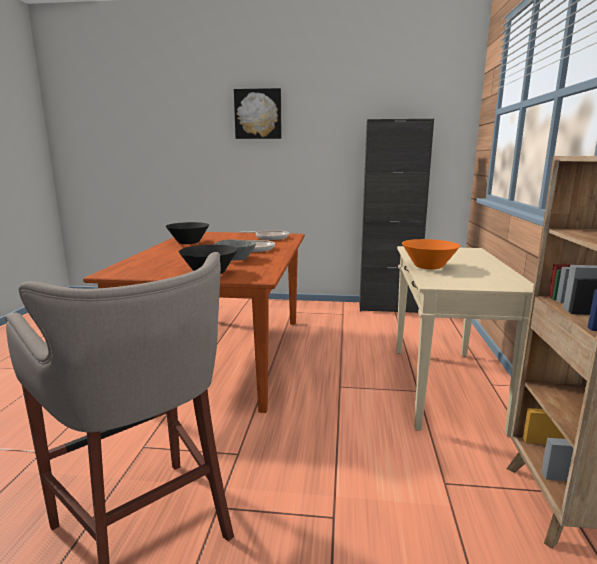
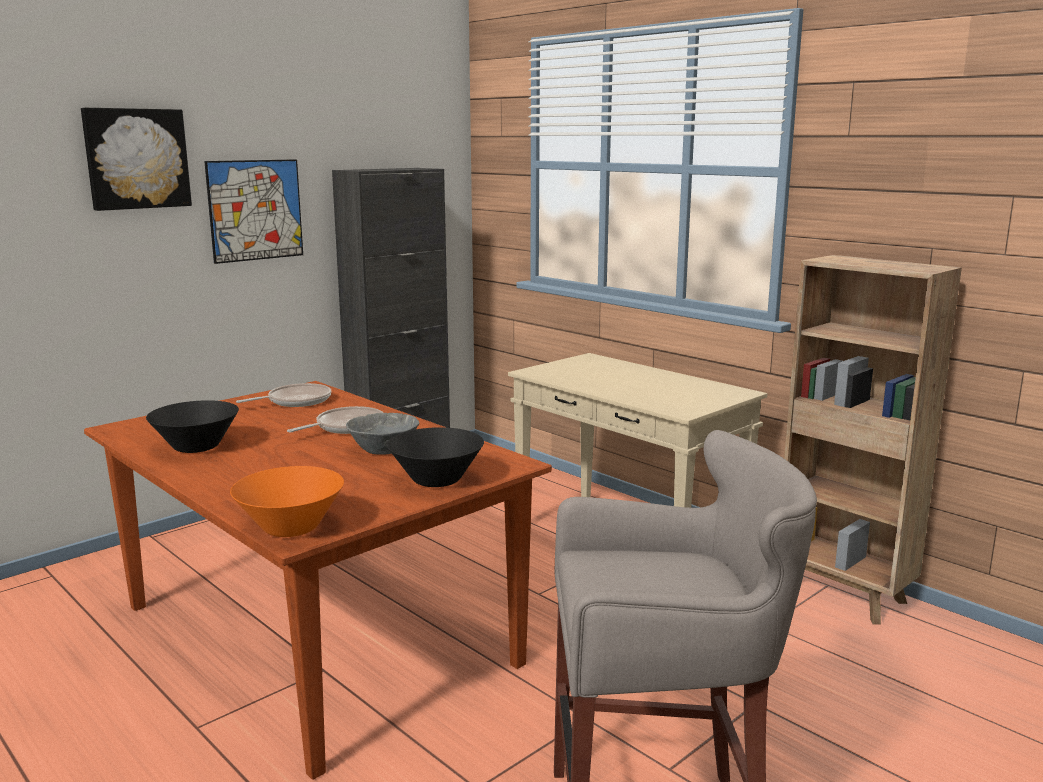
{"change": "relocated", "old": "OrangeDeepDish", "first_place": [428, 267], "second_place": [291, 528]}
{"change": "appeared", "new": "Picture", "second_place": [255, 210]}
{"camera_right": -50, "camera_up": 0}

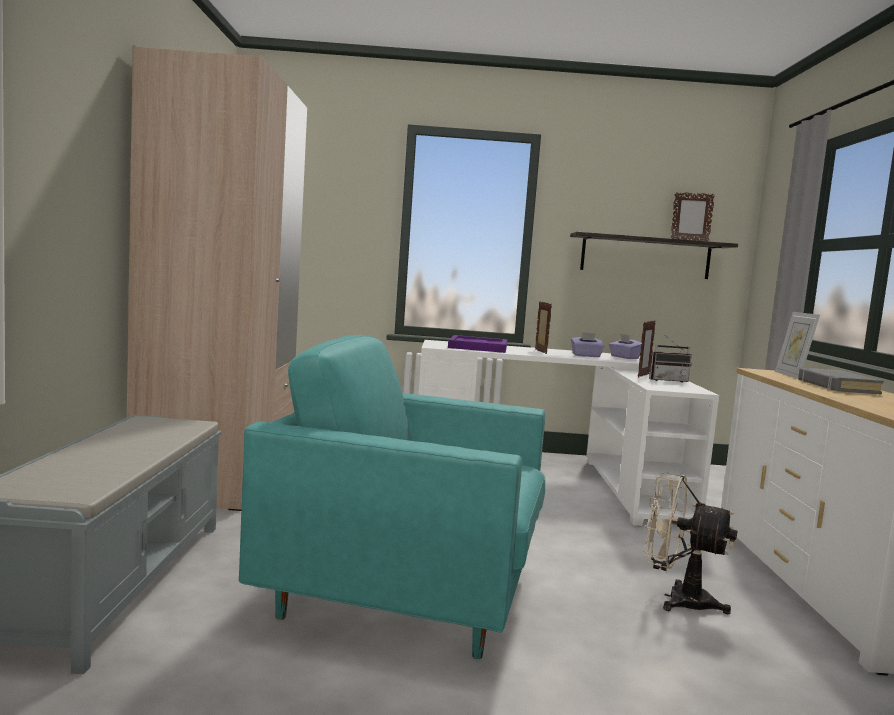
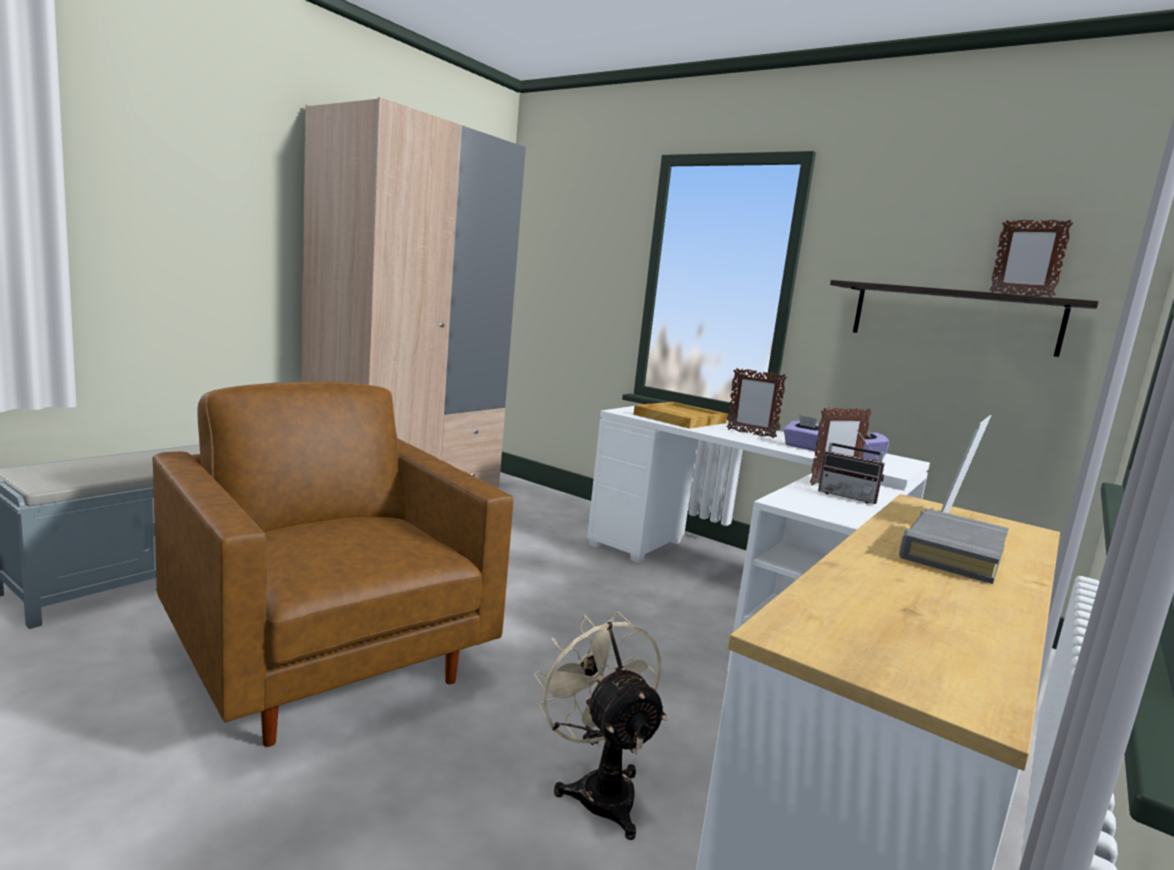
{"change": "colour", "old": "BlueGreenLoungeChair", "new": "BrownColouredLoungeChair", "first_place": [405, 597], "second_place": [329, 661]}
{"change": "colour", "old": "PurplishTray", "new": "BeigeTray", "first_place": [477, 347], "second_place": [679, 418]}
{"change": "spun", "old": "PhotoFrame", "first_place": [540, 352], "second_place": [750, 434], "degrees": 90}
{"camera_right": 35, "camera_up": 5}

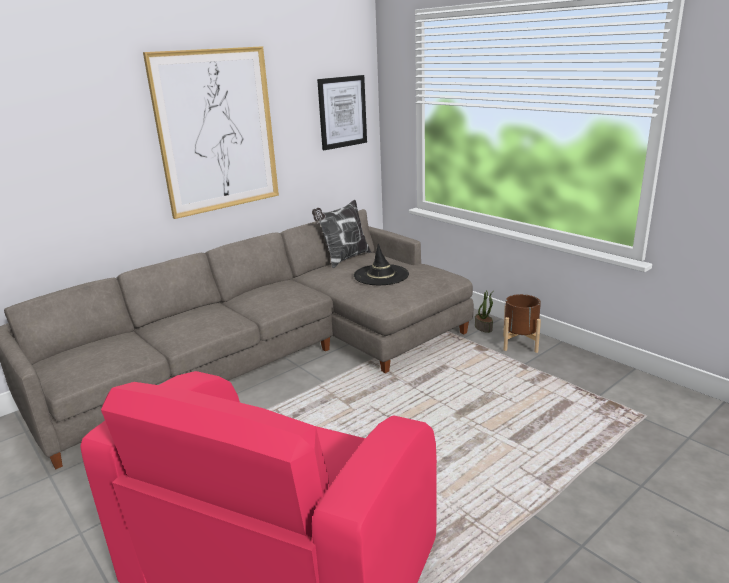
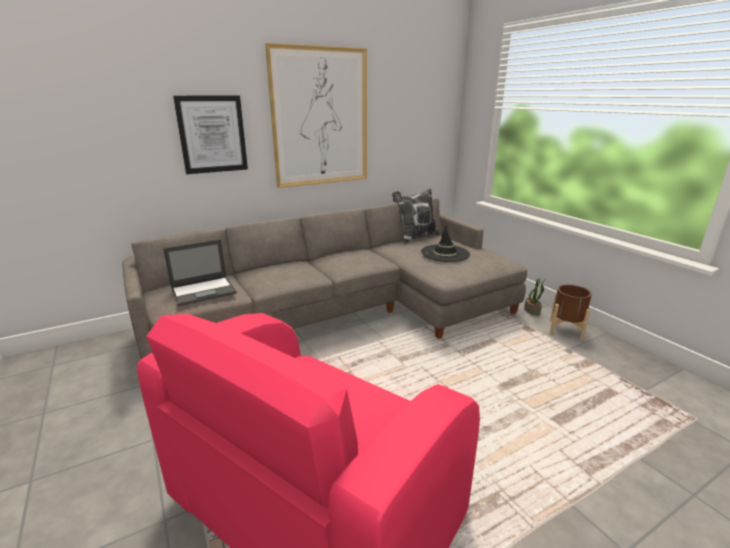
{"change": "relocated", "old": "Picture", "first_place": [342, 112], "second_place": [212, 134]}
{"change": "appeared", "new": "NotebookComputer", "second_place": [204, 291]}
{"camera_right": 10, "camera_up": 0}

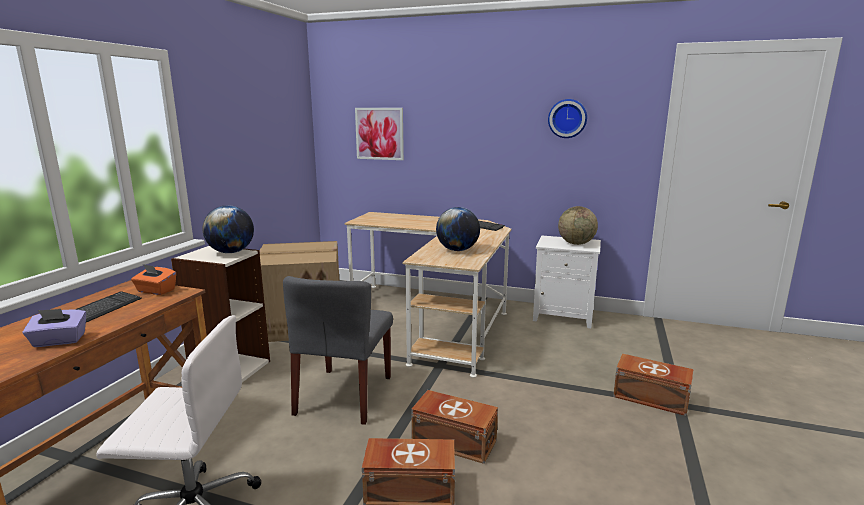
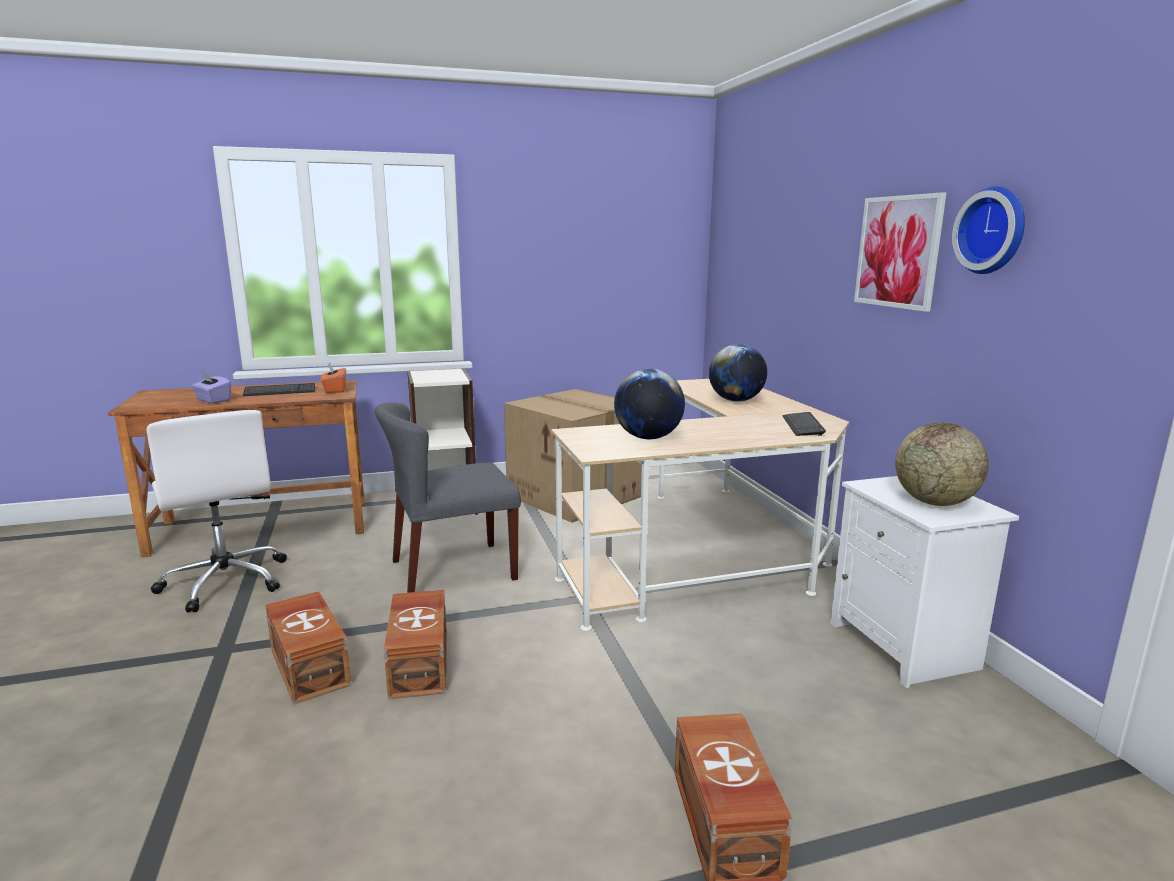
{"change": "relocated", "old": "WorldGlobe", "first_place": [231, 252], "second_place": [736, 400]}
{"change": "relocated", "old": "Picture", "first_place": [379, 133], "second_place": [898, 252]}
{"camera_right": 55, "camera_up": 0}

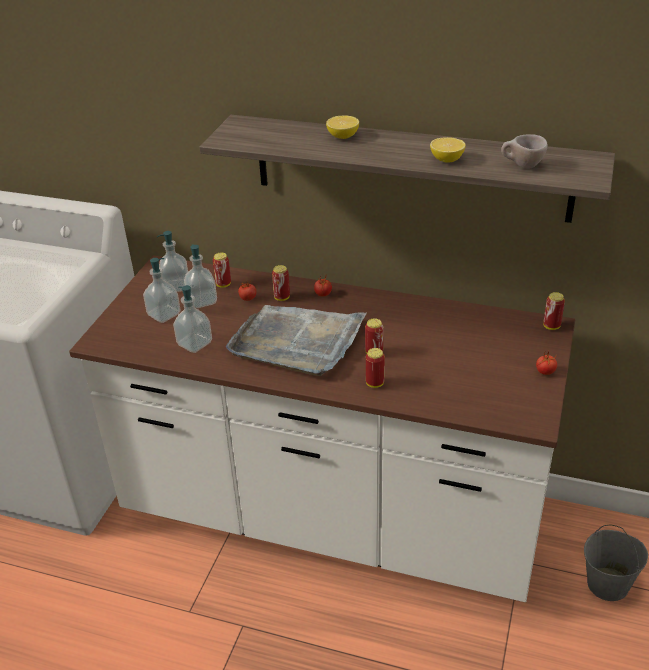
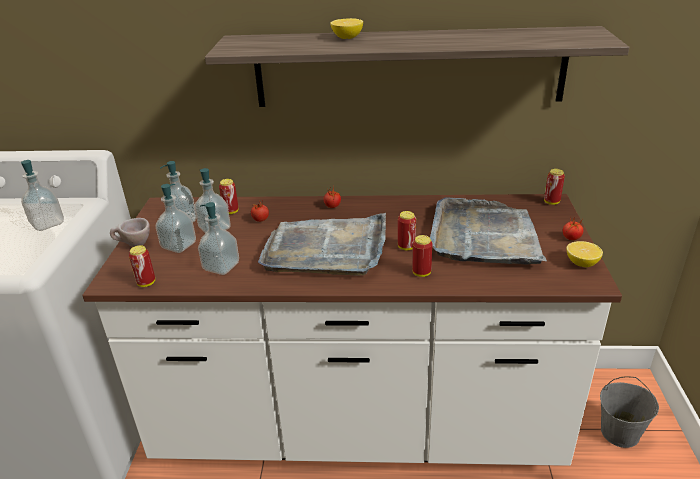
{"change": "relocated", "old": "Can", "first_place": [282, 298], "second_place": [146, 283]}
{"change": "relocated", "old": "CitrusFruit", "first_place": [446, 160], "second_place": [581, 263]}
{"change": "relocated", "old": "BeigeSmallCup", "first_place": [522, 166], "second_place": [133, 245]}
{"change": "appeared", "new": "SoapDispenser", "second_place": [47, 223]}
{"change": "appeared", "new": "GreyTray", "second_place": [484, 236]}
{"camera_right": -15, "camera_up": -5}

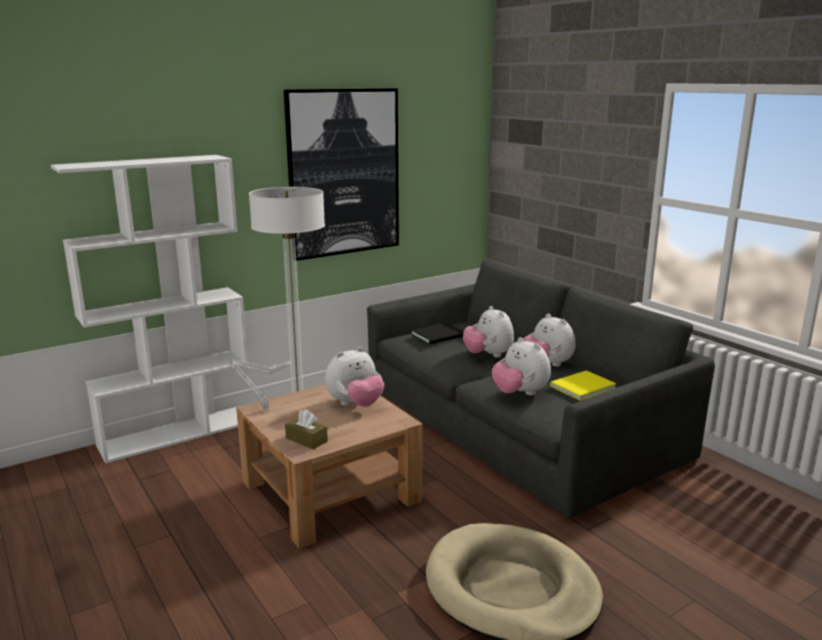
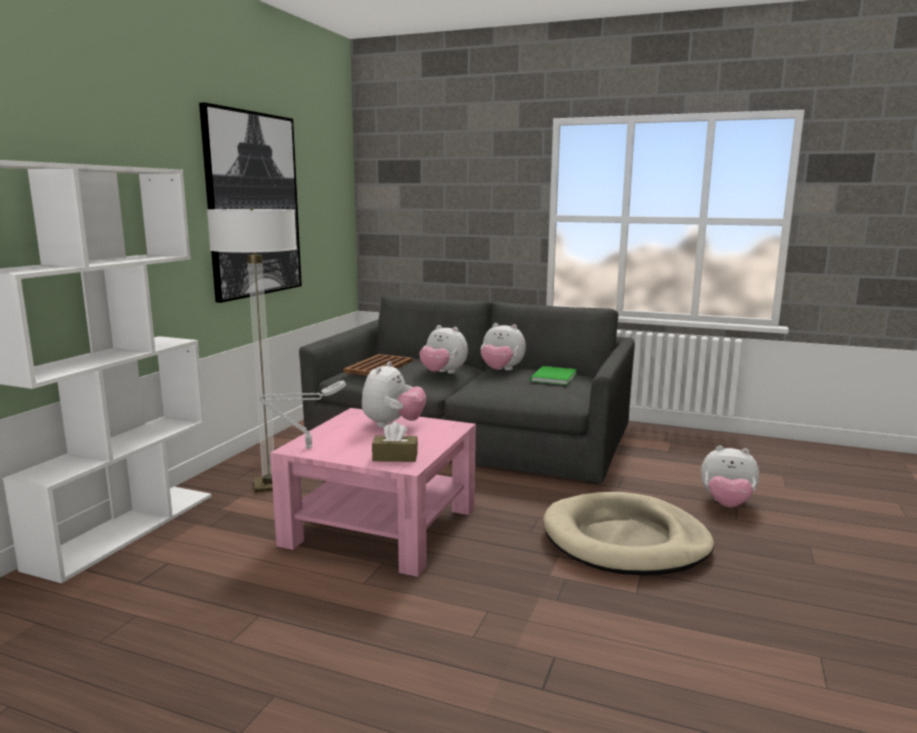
{"change": "colour", "old": "BrownColouredLoungeTable", "new": "PinkishLoungeTable", "first_place": [330, 491], "second_place": [381, 526]}
{"change": "exchanged", "old": "BlackishVolume", "new": "BrownColouredTray", "first_place": [440, 335], "second_place": [379, 366]}
{"change": "relocated", "old": "SoftToy", "first_place": [520, 393], "second_place": [726, 504]}
{"change": "colour", "old": "YellowColouredVolume", "new": "GreenVolume", "first_place": [580, 387], "second_place": [552, 377]}
{"camera_right": -35, "camera_up": -5}

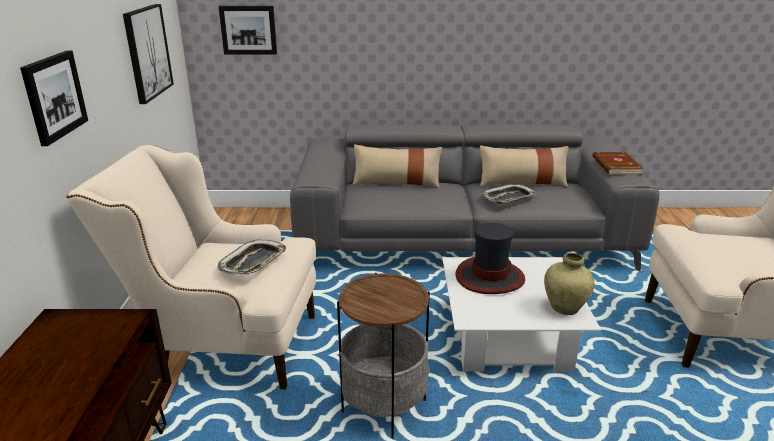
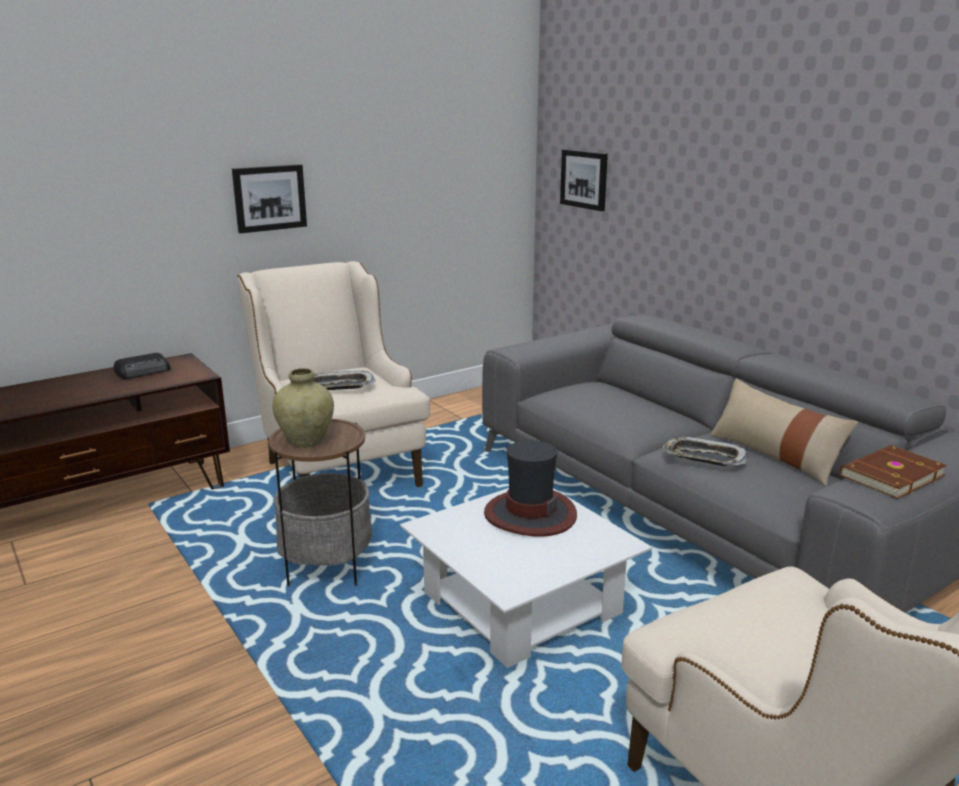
{"change": "missing", "old": "Picture", "first_place": [147, 52]}
{"change": "missing", "old": "BeigeCushion", "first_place": [396, 183]}
{"change": "relocated", "old": "BeigeDecorativeVase", "first_place": [564, 308], "second_place": [306, 441]}
{"change": "appeared", "new": "RadioSet", "second_place": [144, 371]}
{"camera_right": 55, "camera_up": -5}

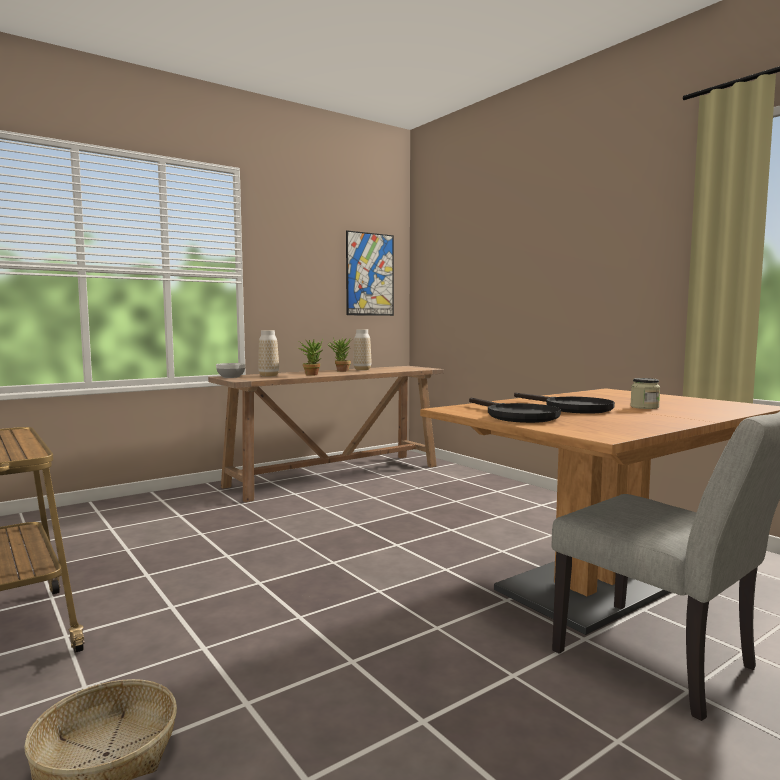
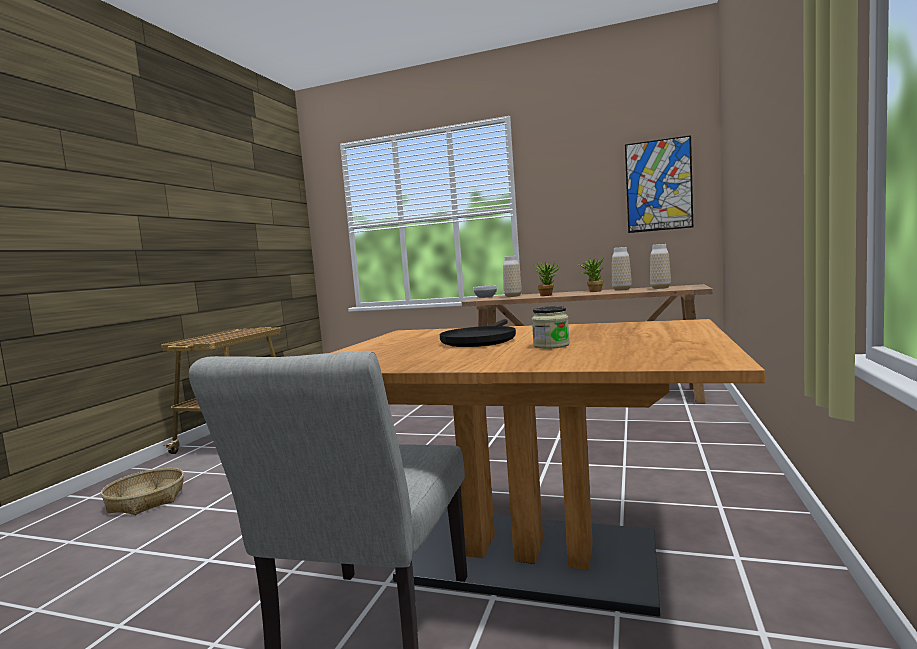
{"change": "missing", "old": "BlackishFryingPan", "first_place": [515, 416]}
{"change": "appeared", "new": "DecorativeVase", "second_place": [660, 288]}
{"camera_right": 55, "camera_up": 0}

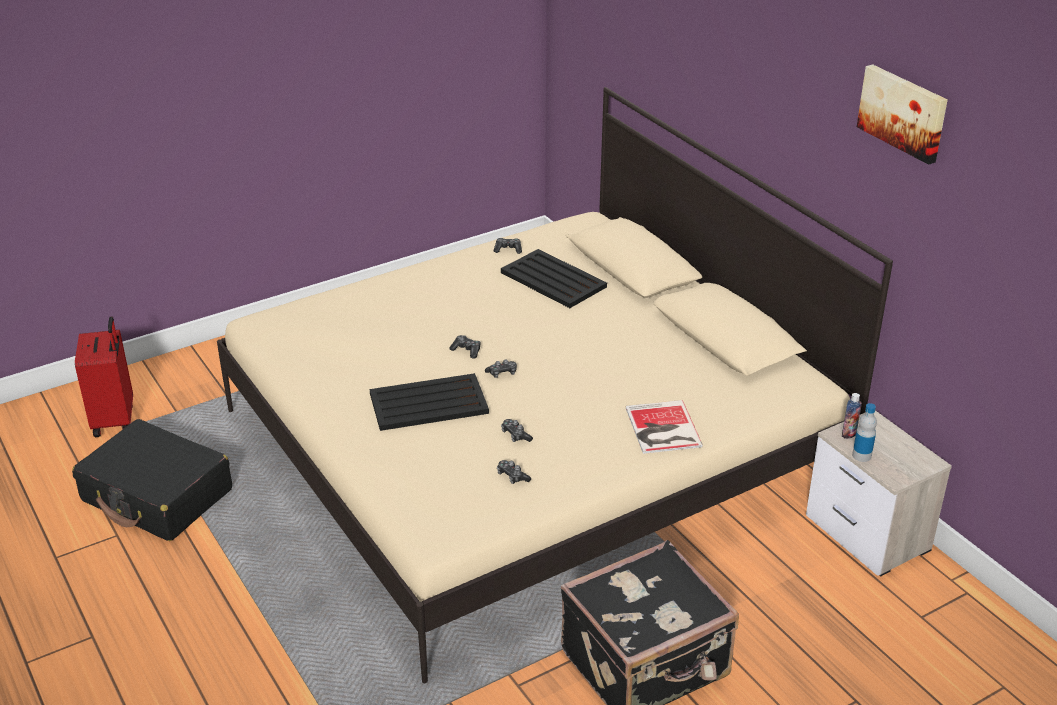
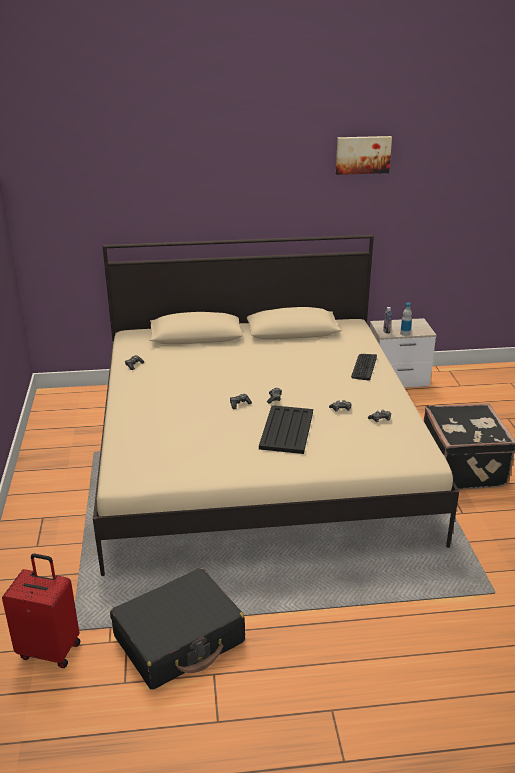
{"change": "missing", "old": "BlackishTray", "first_place": [552, 279]}
{"change": "exchanged", "old": "Volume", "new": "Keyboard", "first_place": [662, 429], "second_place": [364, 367]}
{"camera_right": -65, "camera_up": -5}

